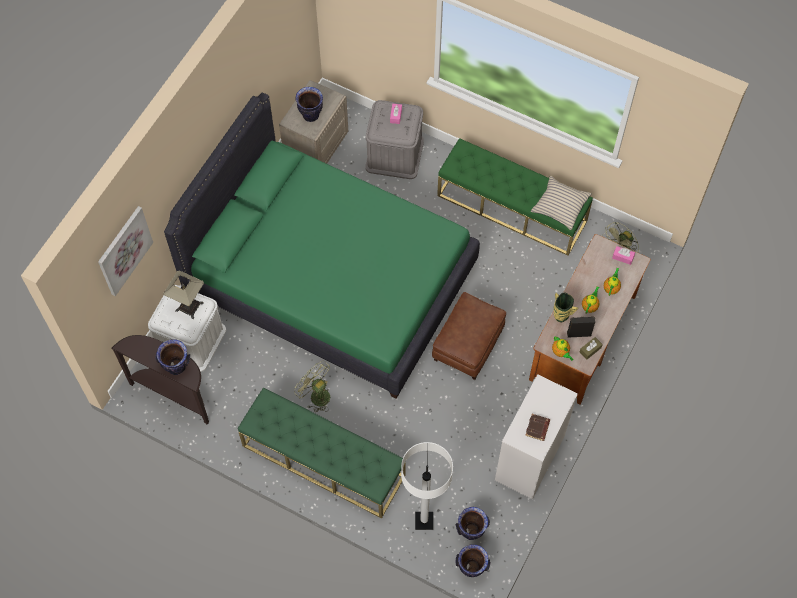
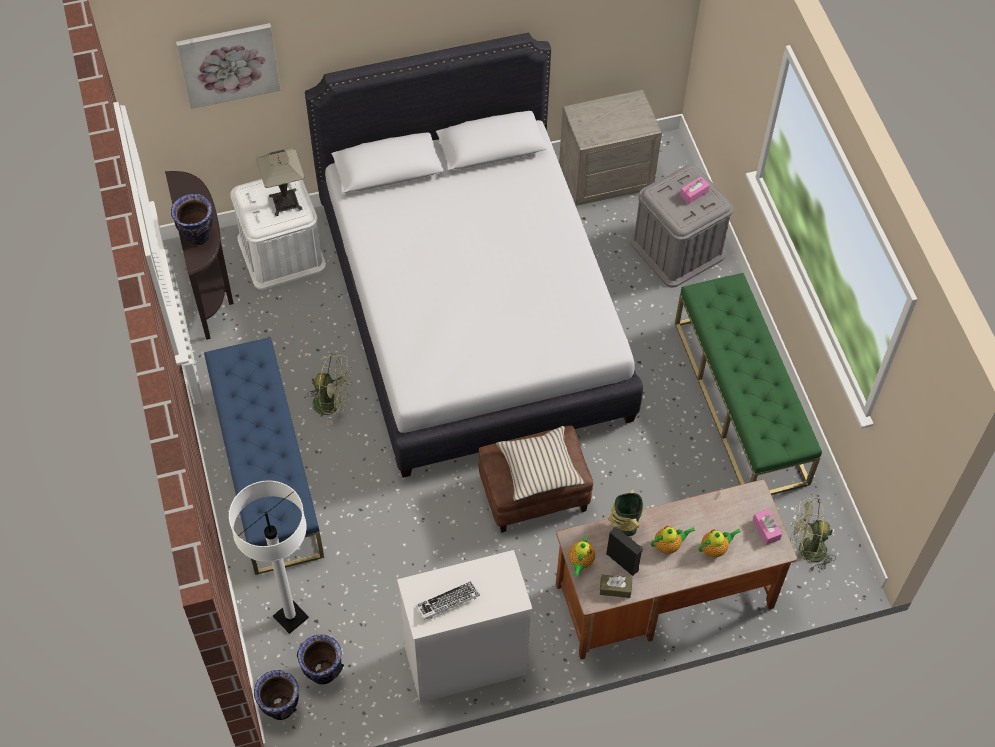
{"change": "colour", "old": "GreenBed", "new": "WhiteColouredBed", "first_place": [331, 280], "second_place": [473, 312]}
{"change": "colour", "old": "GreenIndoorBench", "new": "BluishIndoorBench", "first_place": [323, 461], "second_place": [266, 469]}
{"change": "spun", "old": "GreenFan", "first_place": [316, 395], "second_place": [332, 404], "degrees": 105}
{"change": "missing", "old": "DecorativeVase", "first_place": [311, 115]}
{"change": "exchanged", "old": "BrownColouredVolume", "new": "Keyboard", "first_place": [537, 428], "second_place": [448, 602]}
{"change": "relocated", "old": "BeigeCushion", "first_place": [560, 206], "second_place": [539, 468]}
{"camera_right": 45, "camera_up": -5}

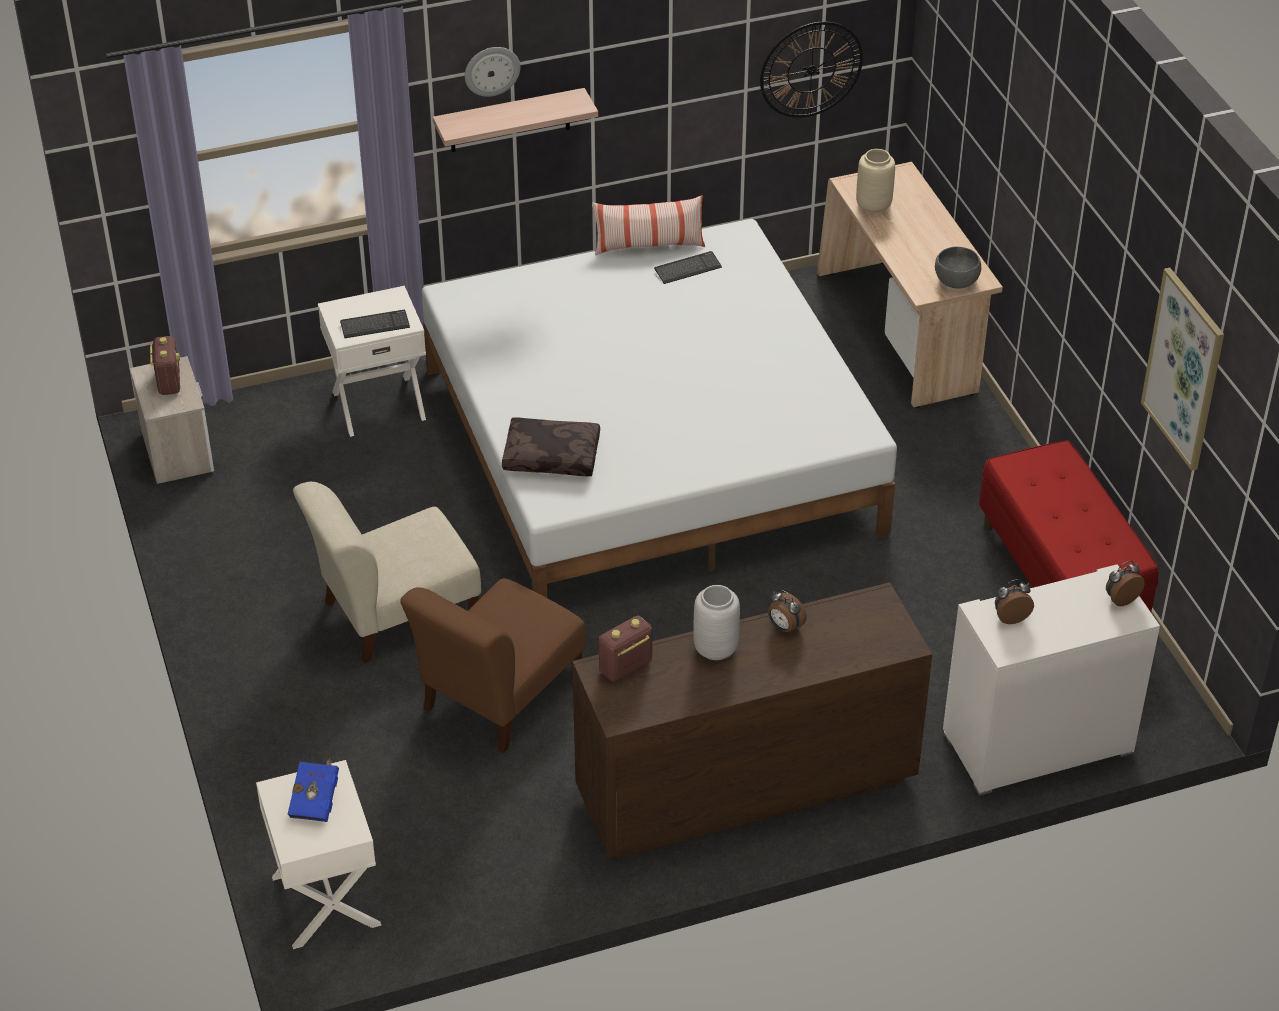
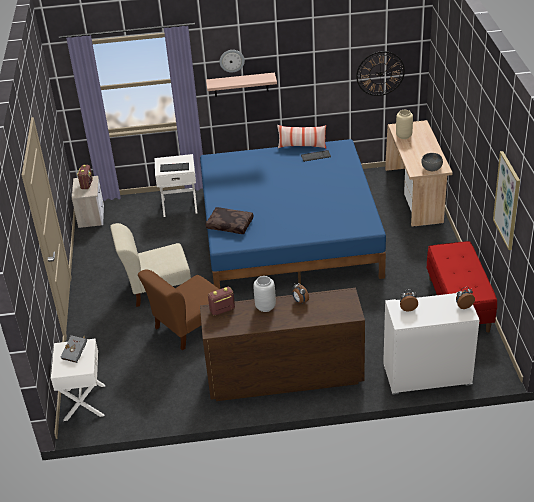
{"change": "colour", "old": "BluishVolume", "new": "GreyVolume", "first_place": [316, 800], "second_place": [76, 353]}
{"change": "colour", "old": "WhiteColouredBed", "new": "BluishBed", "first_place": [651, 450], "second_place": [289, 233]}
{"camera_right": 15, "camera_up": -5}

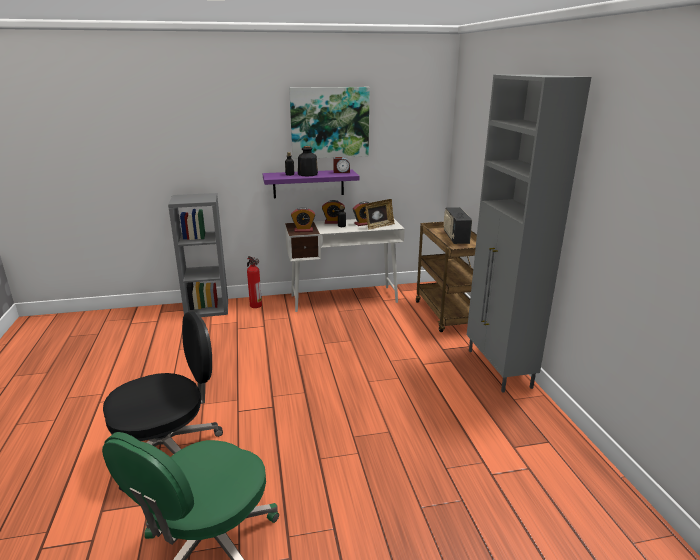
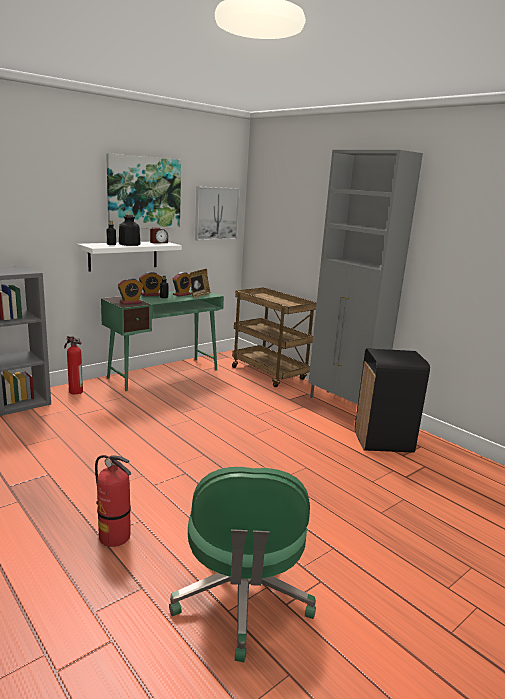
{"change": "exchanged", "old": "BlackishComputerChair", "new": "Extinguisher", "first_place": [169, 451], "second_place": [115, 537]}
{"change": "colour", "old": "PurplishBracketShelf", "new": "WhiteColouredBracketShelf", "first_place": [308, 183], "second_place": [123, 255]}
{"change": "colour", "old": "WhiteColouredDeskTable", "new": "GreenDeskTable", "first_place": [344, 299], "second_place": [164, 373]}
{"change": "missing", "old": "RadioSet", "first_place": [455, 238]}
{"change": "appeared", "new": "Picture", "second_place": [216, 213]}
{"change": "appeared", "new": "BlackishWasteBin", "second_place": [383, 442]}
{"camera_right": -30, "camera_up": -5}

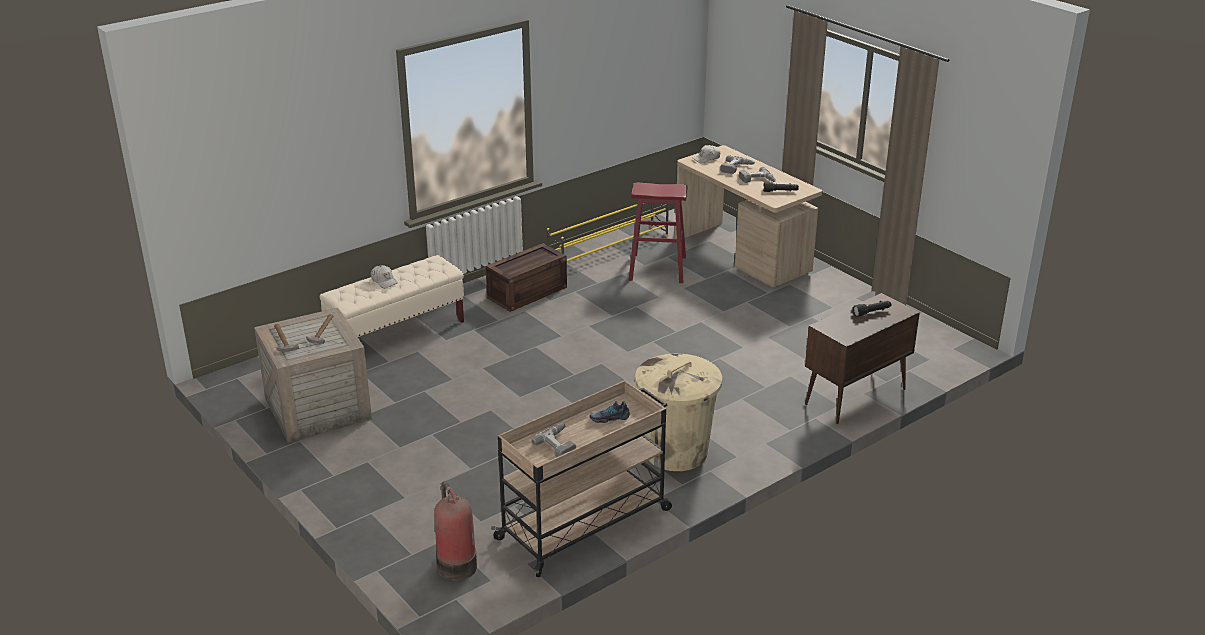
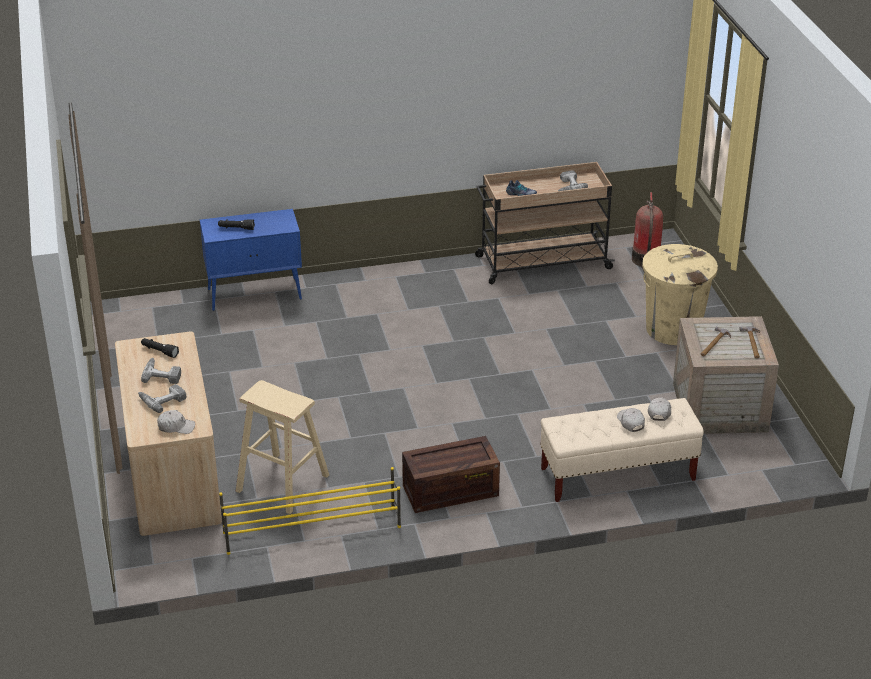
{"change": "colour", "old": "RedColouredStool", "new": "BeigeStool", "first_place": [657, 268], "second_place": [283, 483]}
{"change": "relocated", "old": "BeigeWasteBin", "first_place": [676, 452], "second_place": [672, 329]}
{"change": "colour", "old": "BrownColouredCupboard", "new": "BluishCupboard", "first_place": [854, 397], "second_place": [255, 294]}
{"change": "appeared", "new": "WhiteColouredPeakedCap", "second_place": [659, 412]}
{"camera_right": -155, "camera_up": 5}

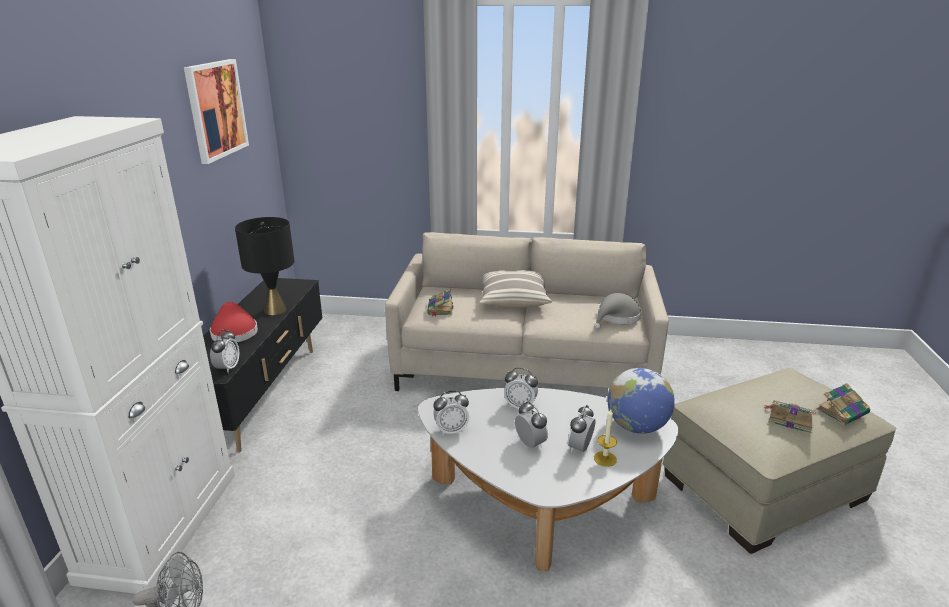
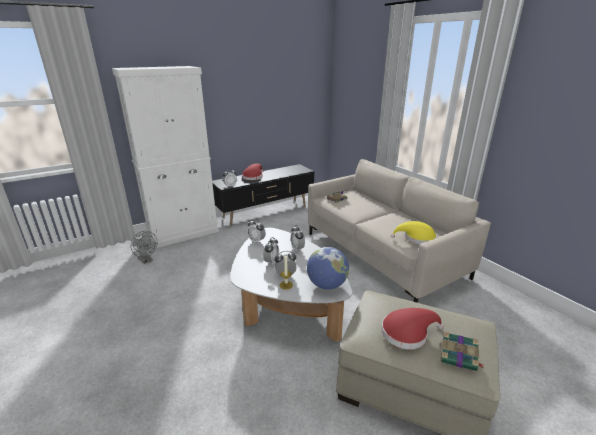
{"change": "missing", "old": "Picture", "first_place": [216, 109]}
{"change": "missing", "old": "BlackishTableLamp", "first_place": [275, 310]}
{"change": "missing", "old": "Cushion", "first_place": [513, 299]}
{"change": "colour", "old": "GreyWearableHat", "new": "YellowColouredWearableHat", "first_place": [616, 317], "second_place": [416, 238]}
{"change": "exchanged", "old": "Volume", "new": "RedColouredWearableHat", "first_place": [789, 419], "second_place": [407, 333]}
{"camera_right": 50, "camera_up": 0}

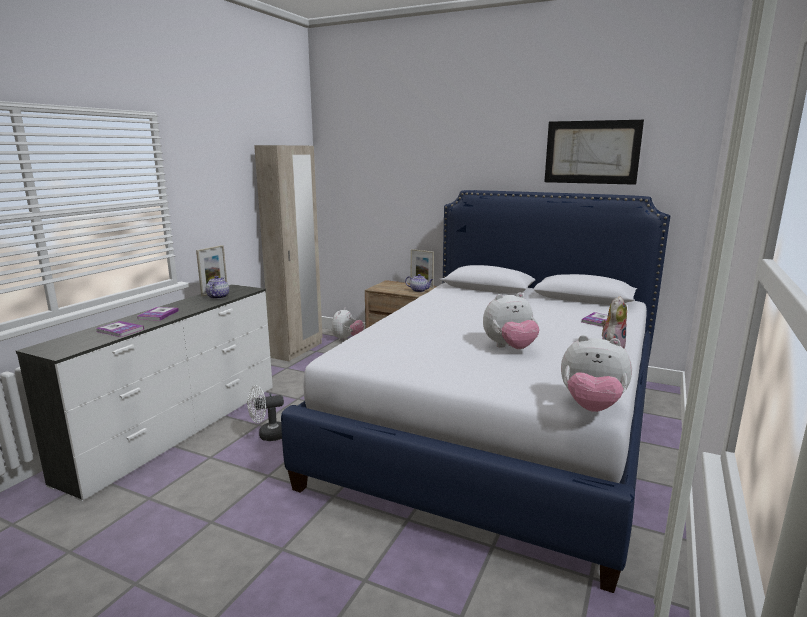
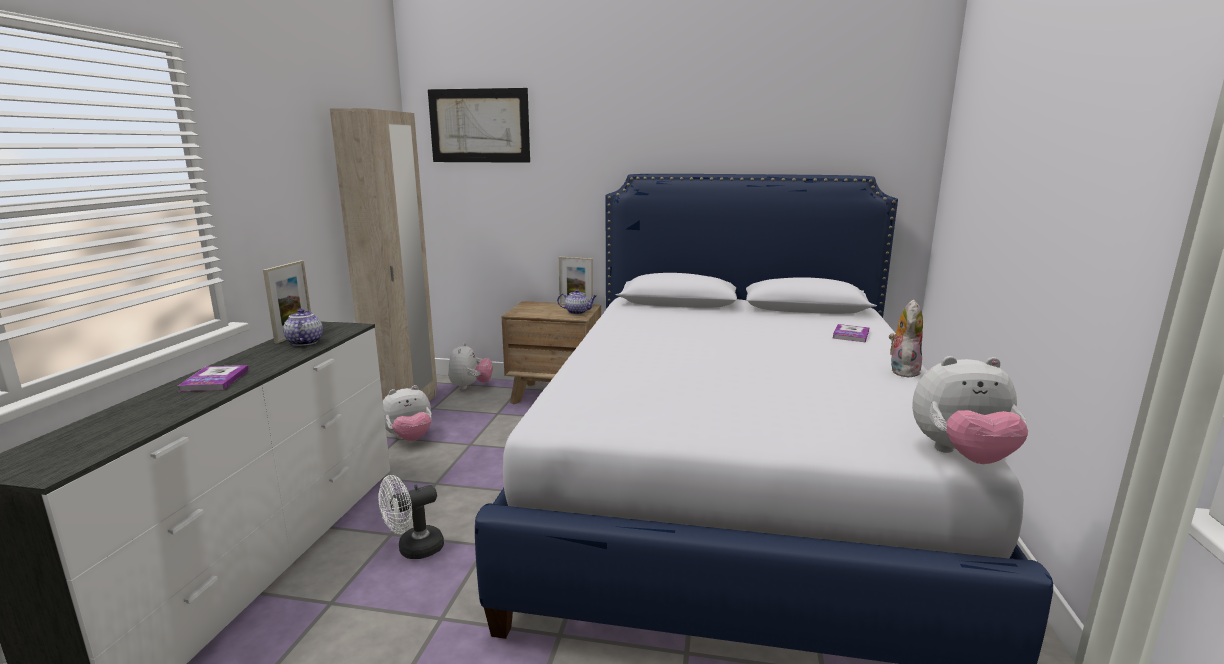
{"change": "missing", "old": "Volume", "first_place": [120, 330]}
{"change": "relocated", "old": "SoftToy", "first_place": [509, 348], "second_place": [409, 438]}
{"change": "relocated", "old": "Picture", "first_place": [591, 152], "second_place": [479, 126]}
{"camera_right": -15, "camera_up": 0}

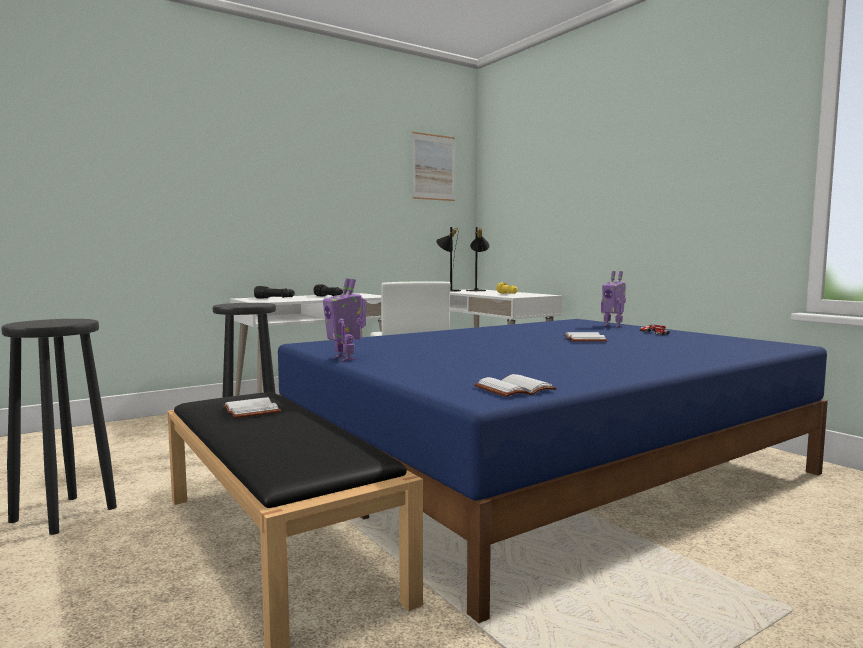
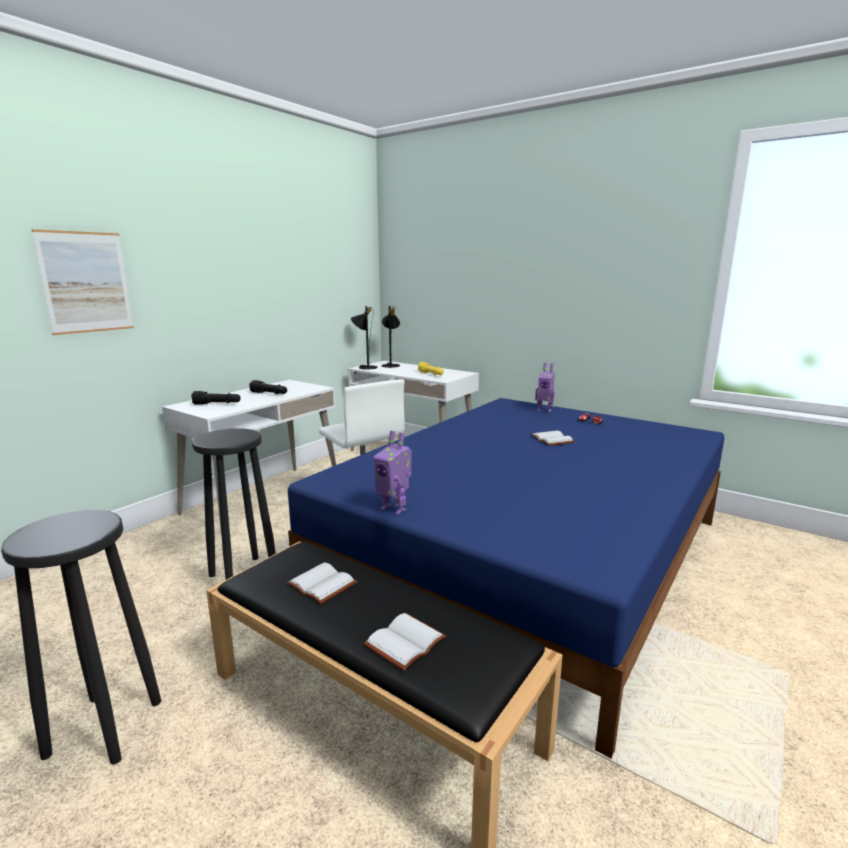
{"change": "relocated", "old": "Picture", "first_place": [433, 167], "second_place": [86, 282]}
{"change": "relocated", "old": "WhiteColouredVolume", "first_place": [515, 390], "second_place": [406, 644]}
{"camera_right": -20, "camera_up": 10}

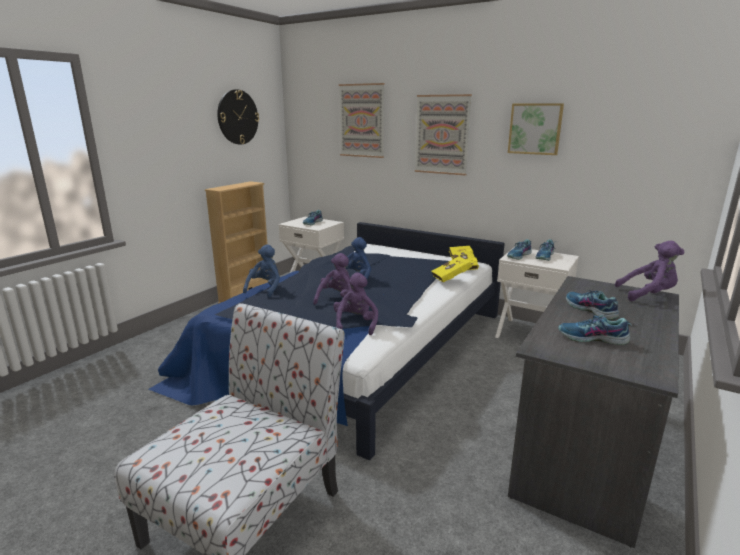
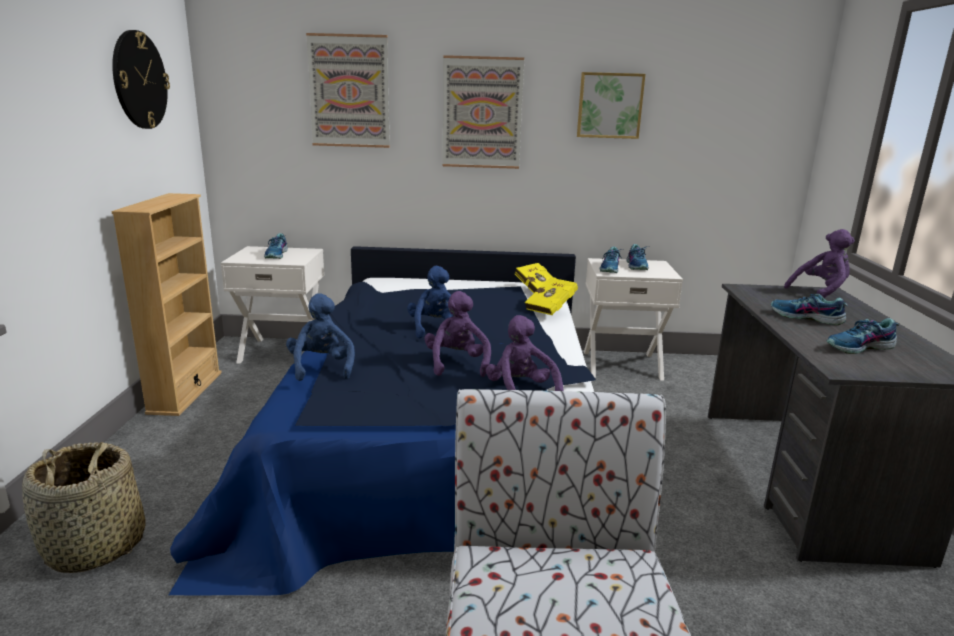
{"change": "appeared", "new": "Basket", "second_place": [96, 547]}
{"camera_right": -30, "camera_up": 0}

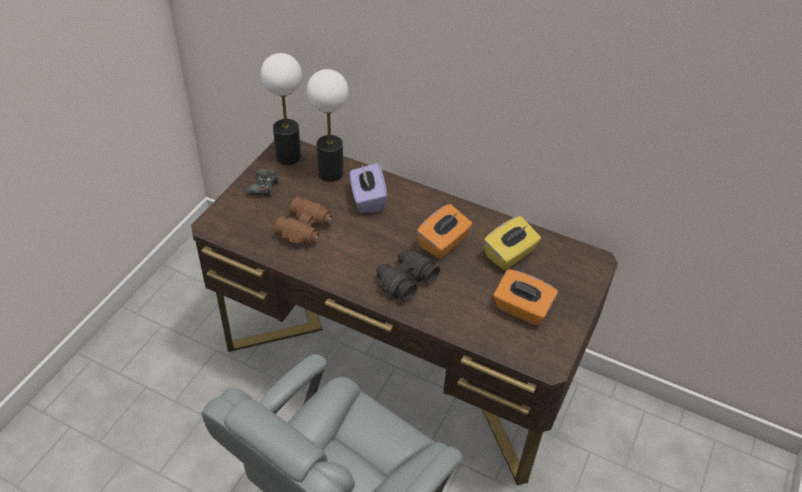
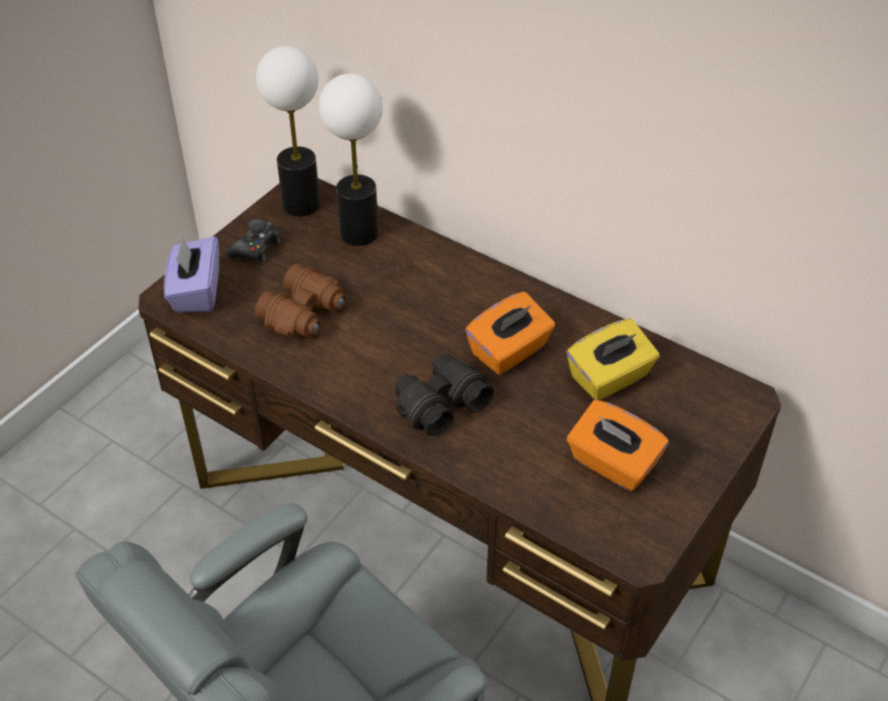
{"change": "relocated", "old": "PurplishBoxOfTissues", "first_place": [367, 199], "second_place": [196, 292]}
{"camera_right": 10, "camera_up": 0}

